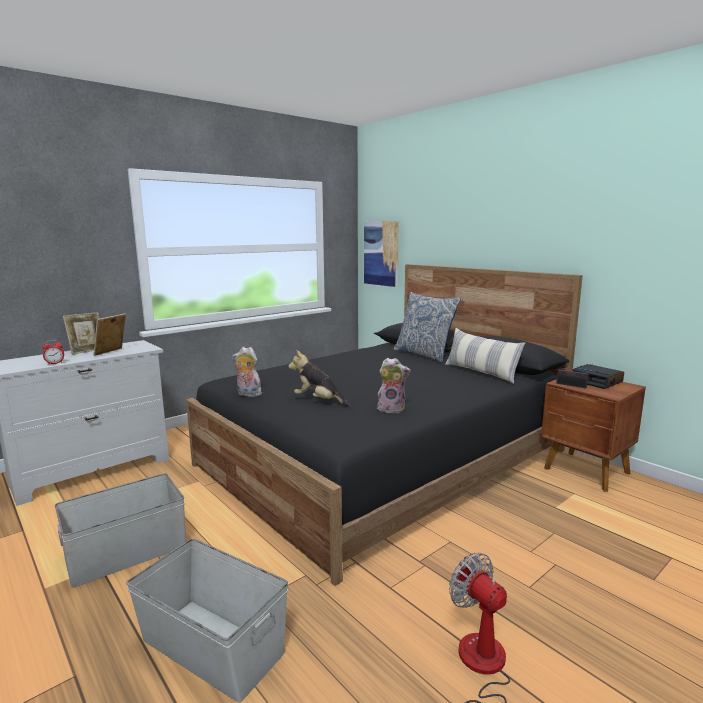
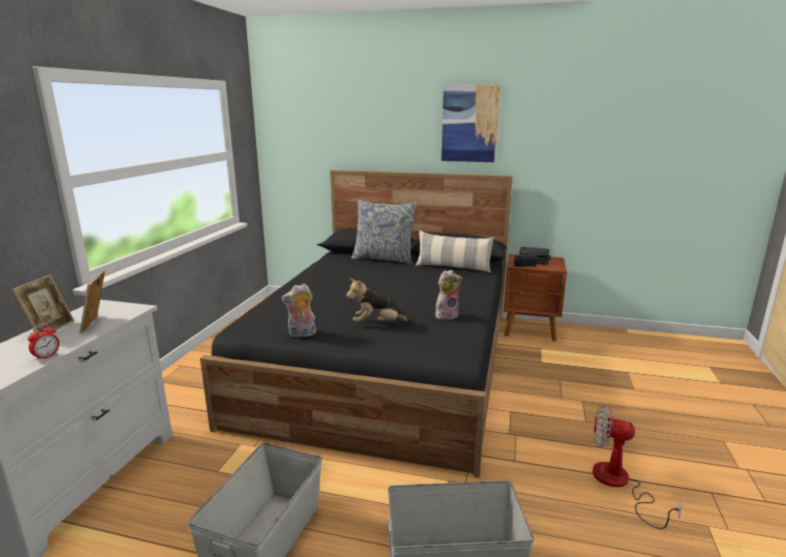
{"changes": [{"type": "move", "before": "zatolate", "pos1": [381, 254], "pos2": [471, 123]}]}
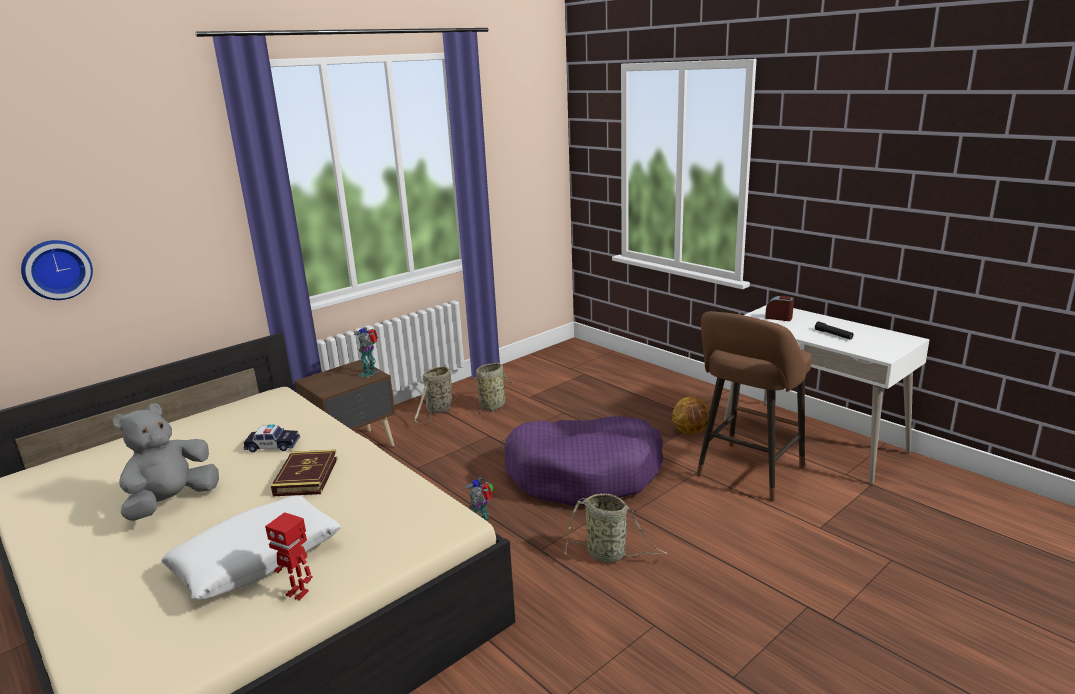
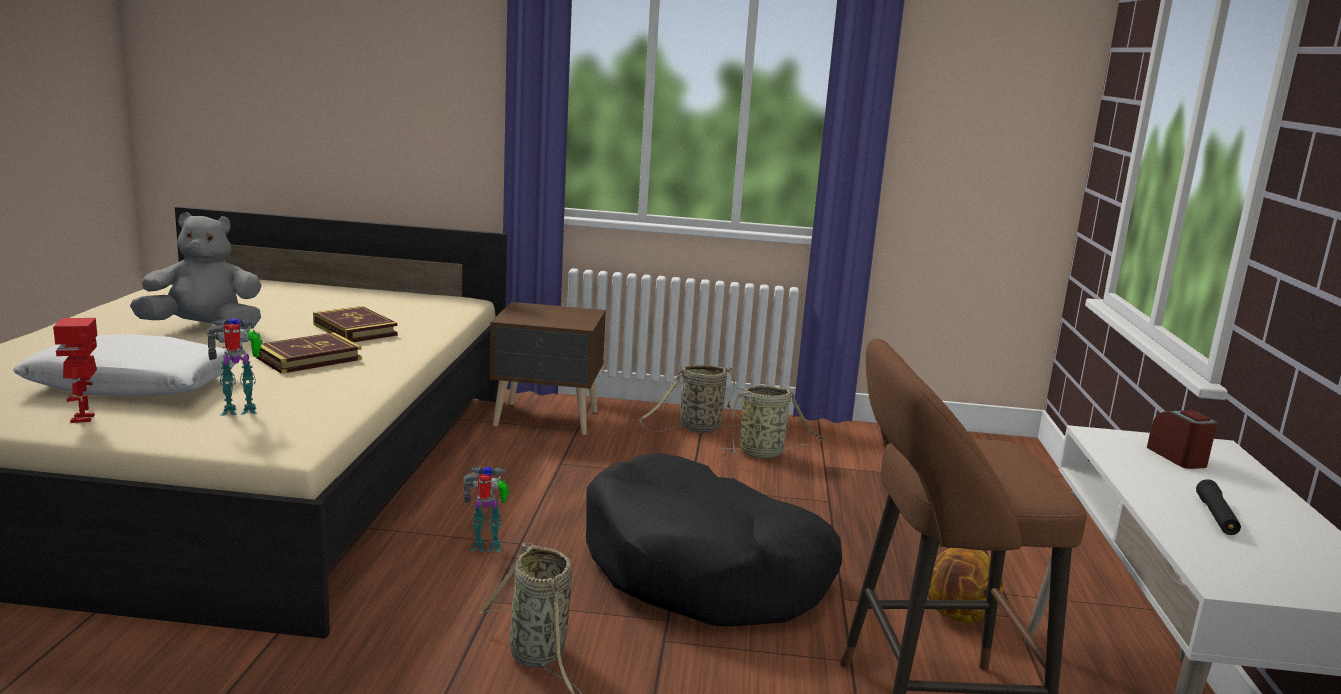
{"changes": [{"type": "delete", "before": "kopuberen", "pos1": [57, 270]}, {"type": "move", "before": "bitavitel", "pos1": [366, 352], "pos2": [234, 367]}, {"type": "replace", "before": "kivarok", "after": "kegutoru", "pos1": [271, 438], "pos2": [355, 324]}, {"type": "recolor", "before": "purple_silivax", "after": "black_silivax", "pos1": [583, 461], "pos2": [714, 539]}]}
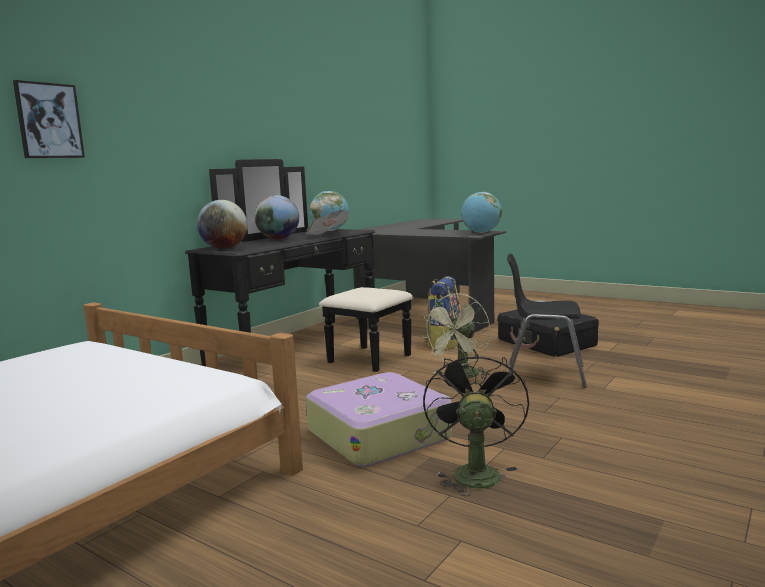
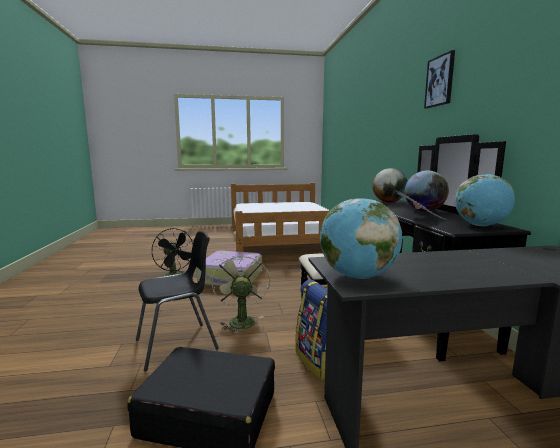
{"changes": [{"type": "move", "before": "zatolate", "pos1": [49, 119], "pos2": [439, 79]}]}
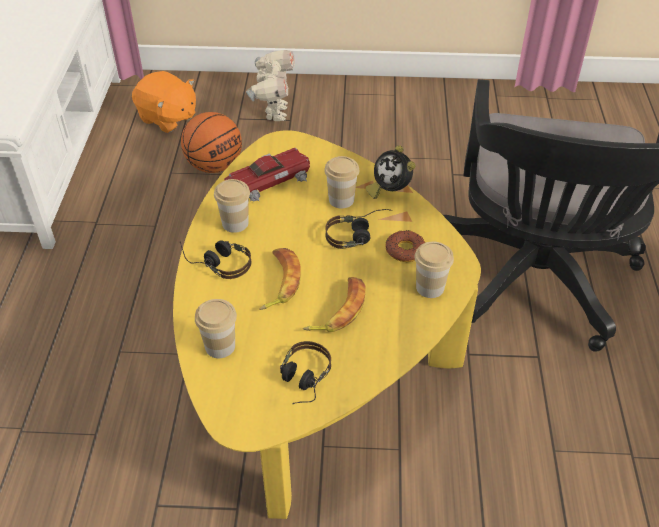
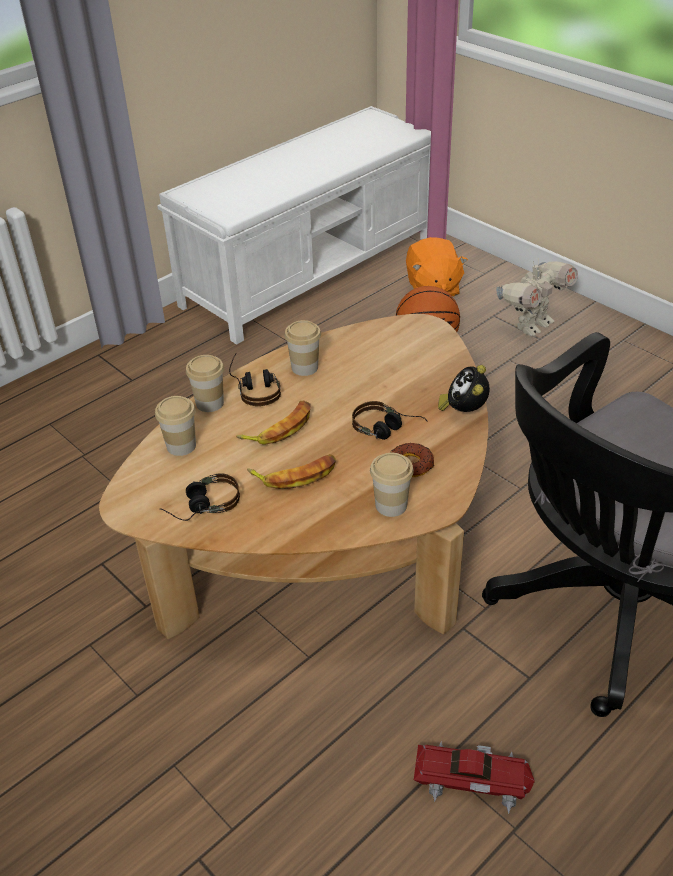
{"changes": [{"type": "move", "before": "kivarok", "pos1": [267, 174], "pos2": [474, 777]}, {"type": "move", "before": "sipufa", "pos1": [341, 182], "pos2": [205, 383]}, {"type": "recolor", "before": "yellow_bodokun", "after": "brown_bodokun", "pos1": [327, 324], "pos2": [293, 476]}]}
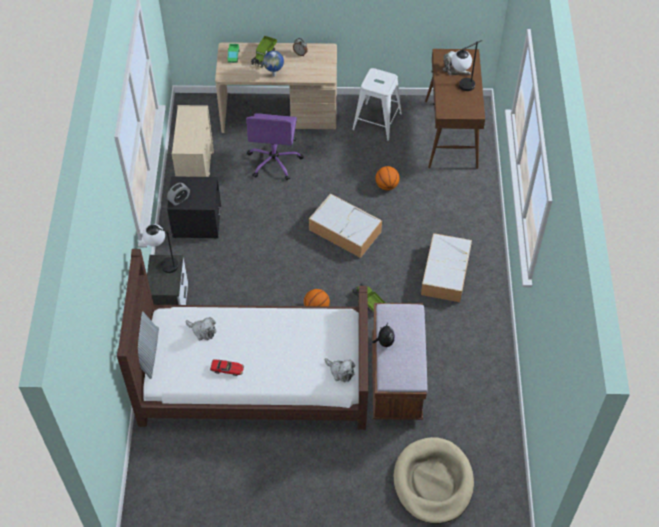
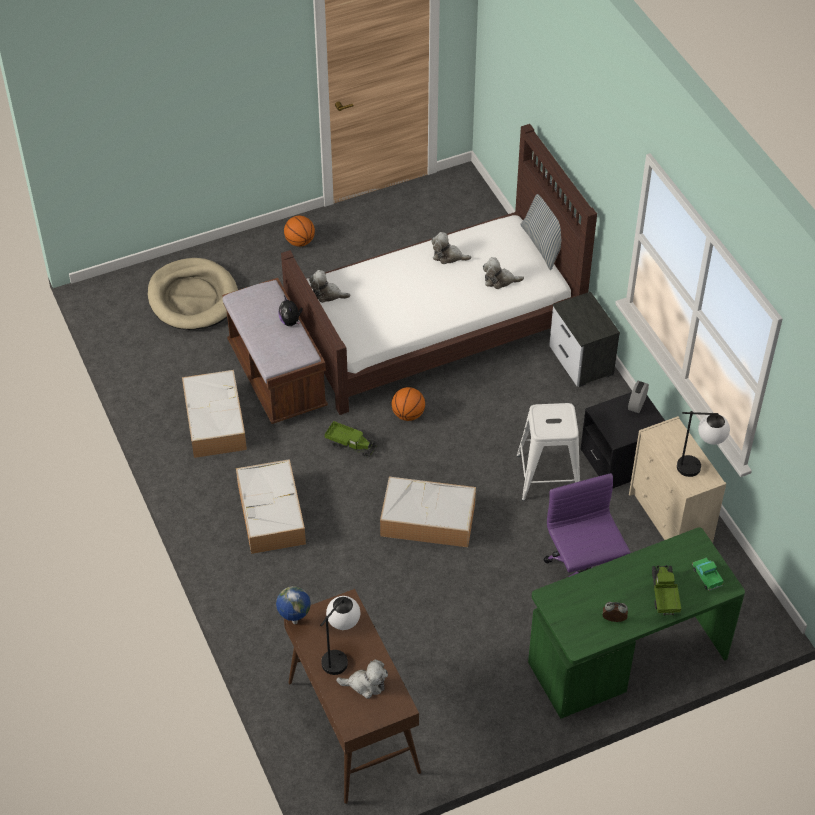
{"changes": [{"type": "insert", "after": "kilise", "pos2": [214, 414]}, {"type": "move", "before": "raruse", "pos1": [160, 248], "pos2": [703, 444]}, {"type": "move", "before": "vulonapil", "pos1": [273, 64], "pos2": [293, 605]}, {"type": "move", "before": "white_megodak", "pos1": [377, 104], "pos2": [548, 452]}, {"type": "move", "before": "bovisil", "pos1": [387, 178], "pos2": [299, 231]}, {"type": "replace", "before": "kivarok", "after": "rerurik", "pos1": [227, 367], "pos2": [451, 248]}, {"type": "recolor", "before": "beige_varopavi", "after": "green_varopavi", "pos1": [276, 87], "pos2": [636, 623]}]}
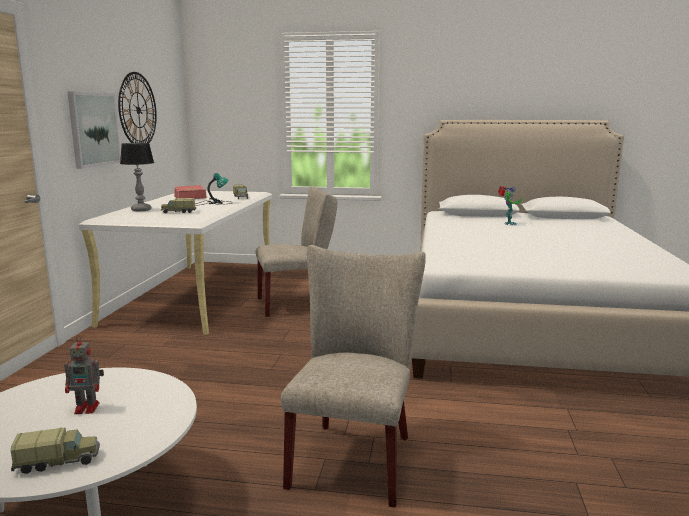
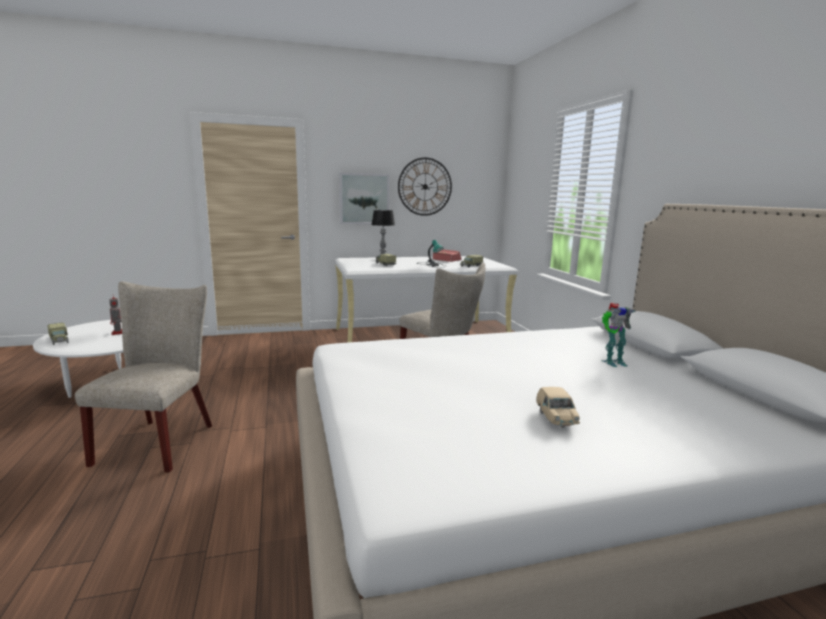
{"changes": [{"type": "insert", "after": "beige_kivarok", "pos2": [558, 407]}, {"type": "rotate", "before": "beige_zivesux", "pos1": [353, 376], "pos2": [143, 377], "turn": -75}]}
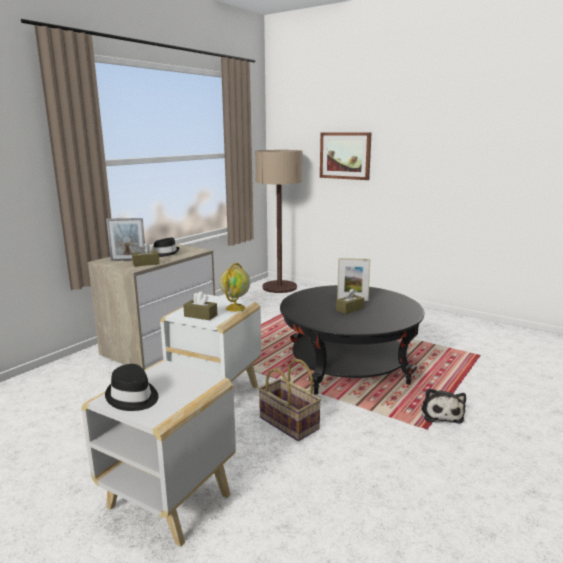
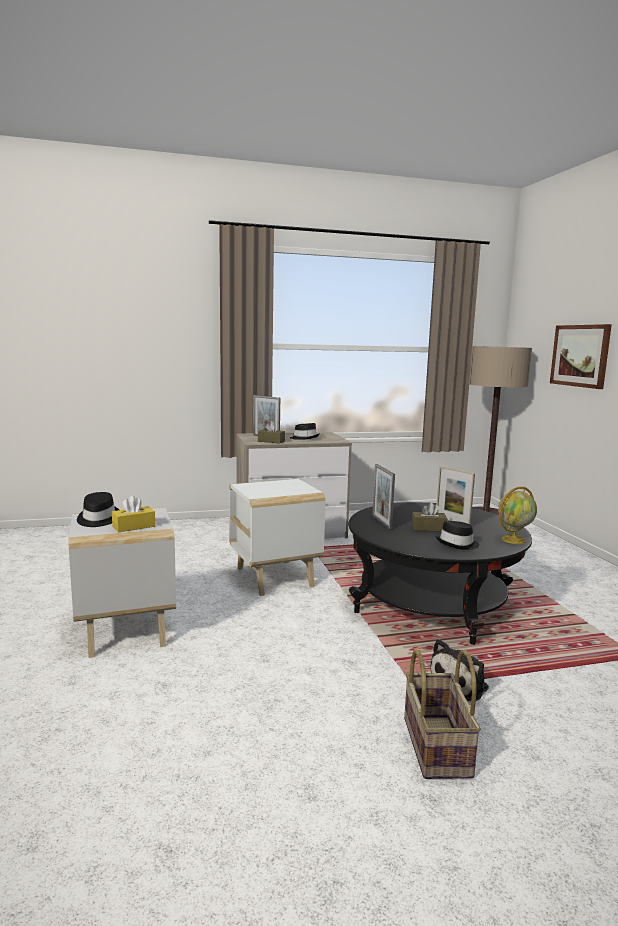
{"changes": [{"type": "delete", "before": "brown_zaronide", "pos1": [200, 306]}, {"type": "insert", "after": "yellow_zaronide", "pos2": [133, 514]}, {"type": "insert", "after": "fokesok", "pos2": [383, 496]}, {"type": "insert", "after": "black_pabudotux", "pos2": [457, 535]}, {"type": "move", "before": "vulonapil", "pos1": [235, 287], "pos2": [517, 515]}, {"type": "move", "before": "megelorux", "pos1": [289, 400], "pos2": [442, 714]}]}
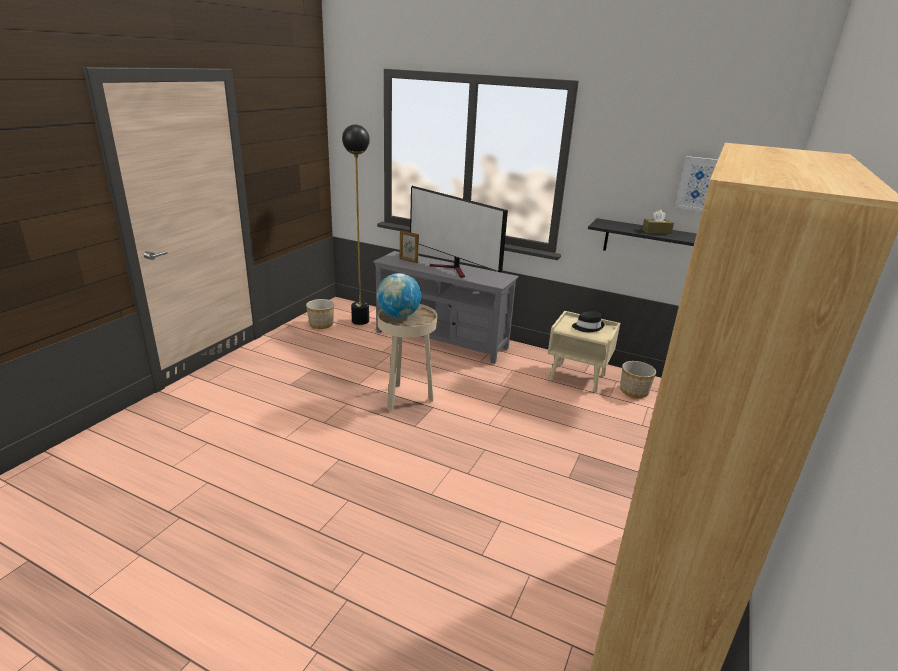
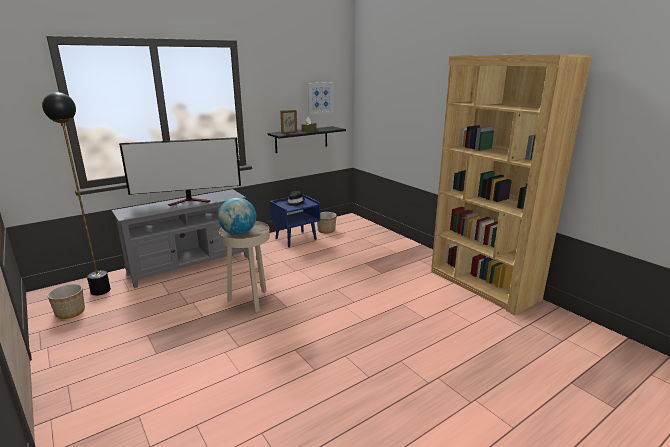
{"changes": [{"type": "move", "before": "fokesok", "pos1": [409, 246], "pos2": [288, 122]}, {"type": "recolor", "before": "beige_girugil", "after": "blue_girugil", "pos1": [584, 352], "pos2": [295, 220]}]}
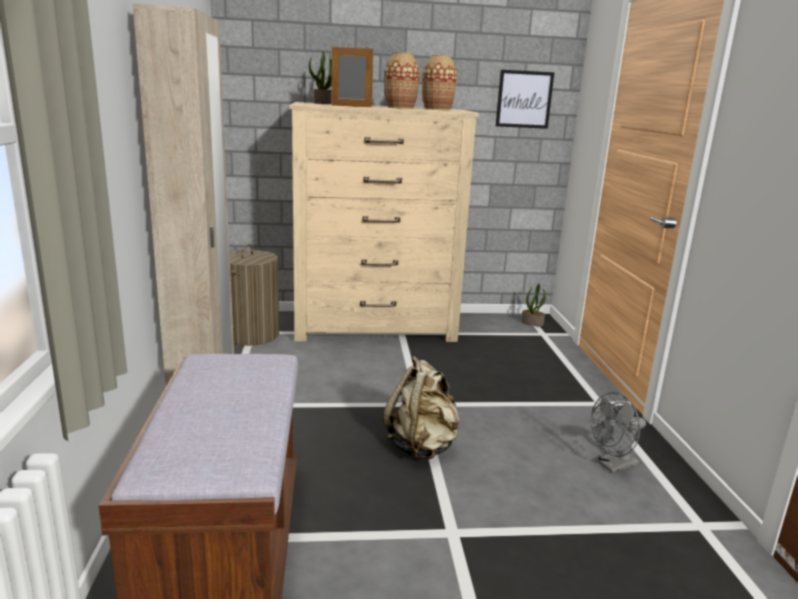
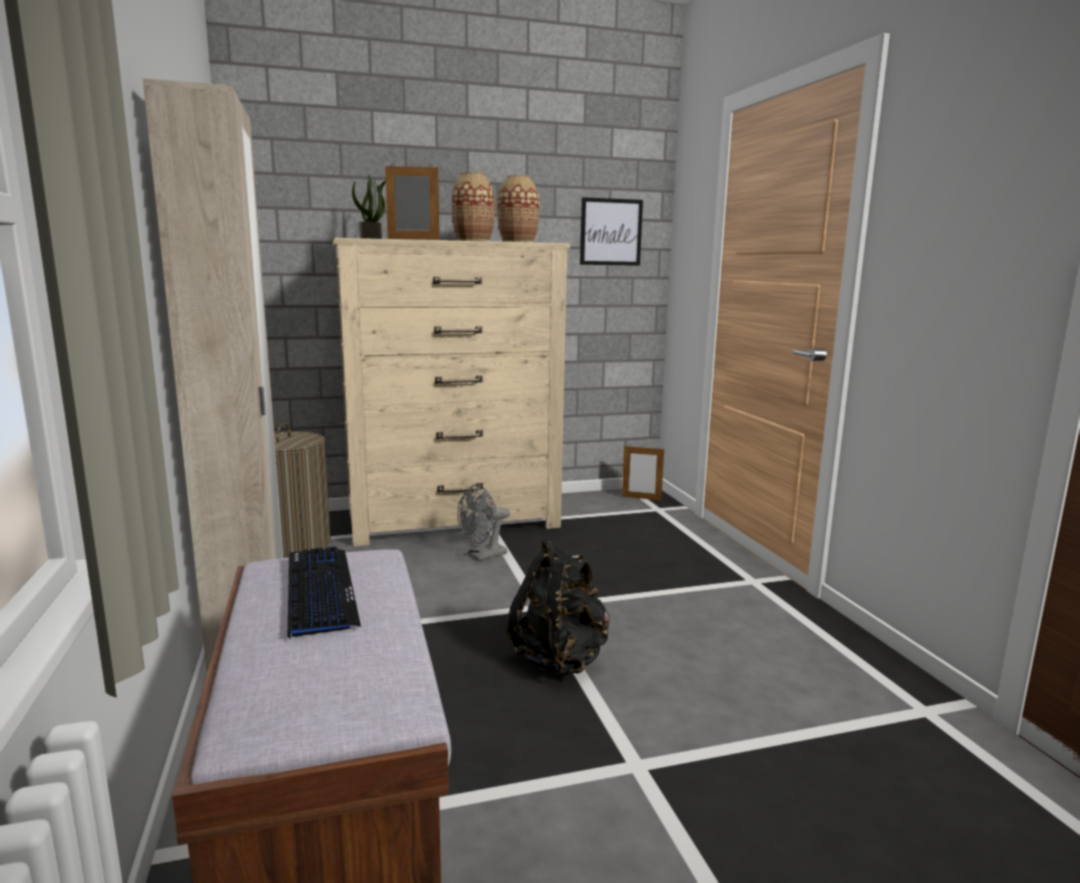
{"changes": [{"type": "insert", "after": "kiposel", "pos2": [324, 592]}, {"type": "move", "before": "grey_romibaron", "pos1": [618, 432], "pos2": [483, 522]}, {"type": "replace", "before": "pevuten", "after": "fokesok", "pos1": [533, 304], "pos2": [643, 473]}, {"type": "recolor", "before": "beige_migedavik", "after": "black_migedavik", "pos1": [421, 407], "pos2": [558, 606]}]}
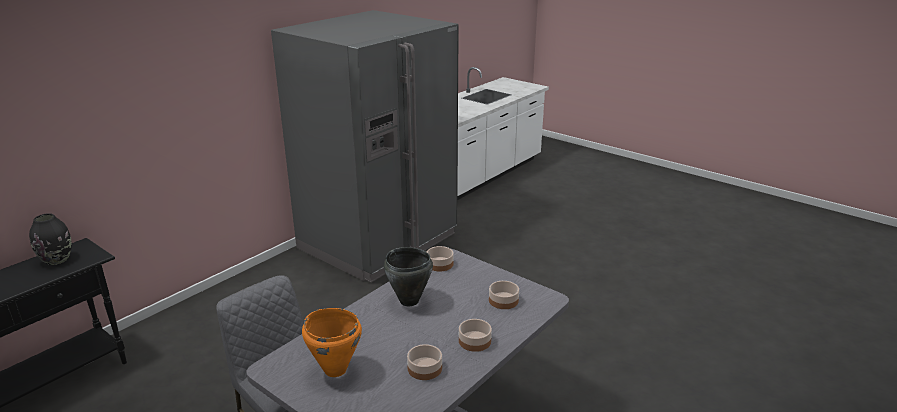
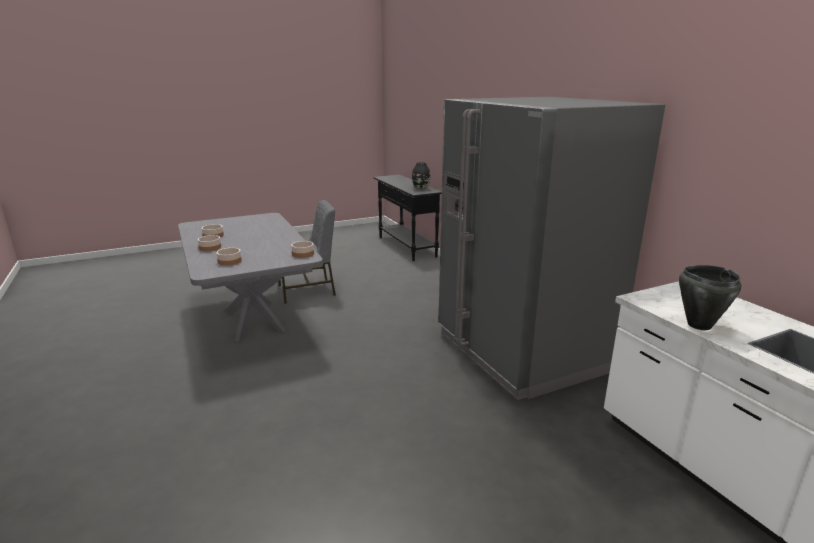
{"changes": [{"type": "delete", "before": "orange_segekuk", "pos1": [332, 342]}, {"type": "move", "before": "black_segekuk", "pos1": [408, 276], "pos2": [710, 297]}]}
